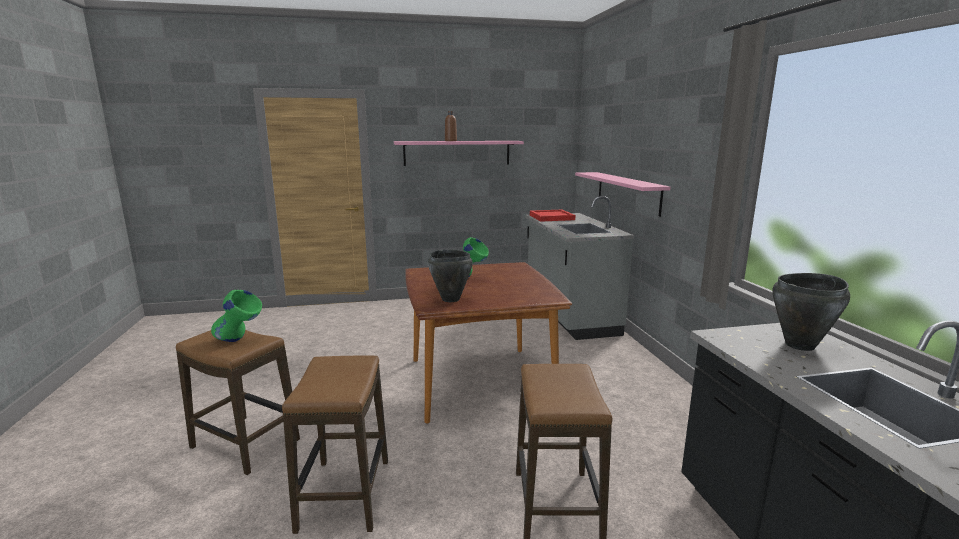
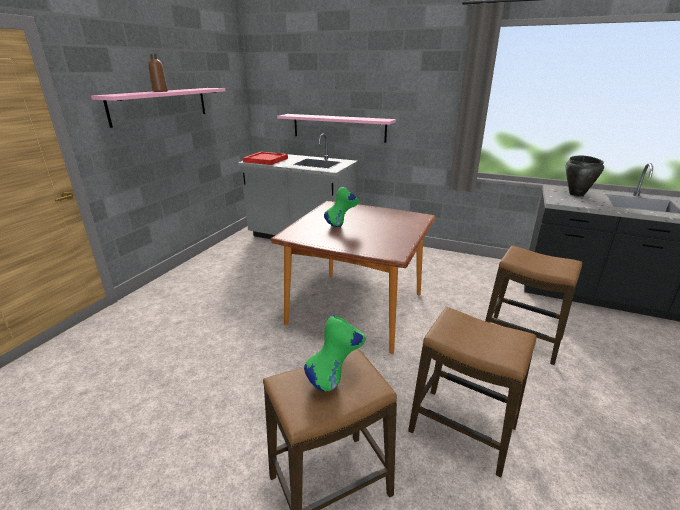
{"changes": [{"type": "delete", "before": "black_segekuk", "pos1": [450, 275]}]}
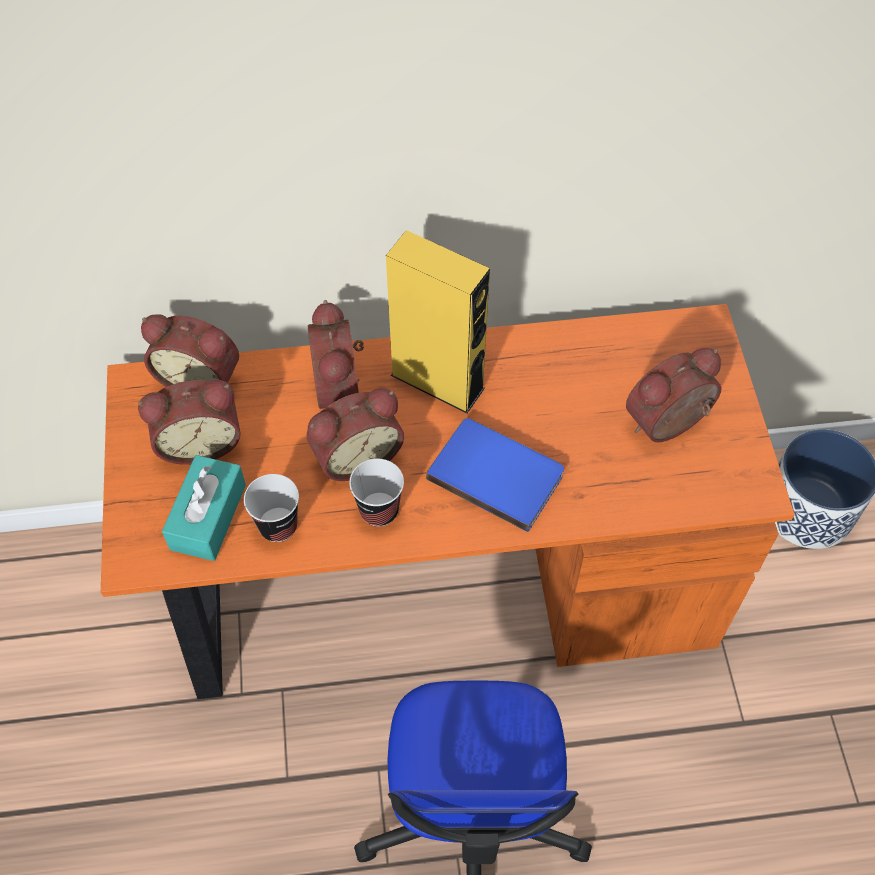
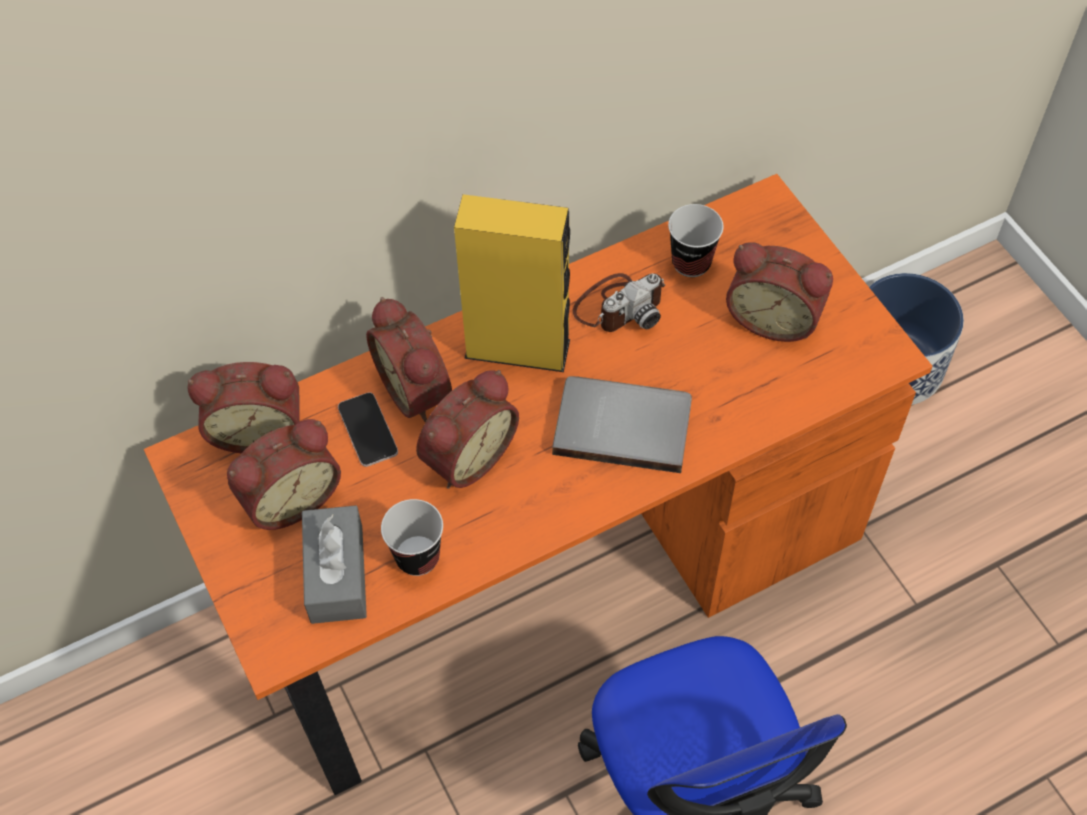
{"changes": [{"type": "insert", "after": "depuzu", "pos2": [368, 429]}, {"type": "insert", "after": "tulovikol", "pos2": [619, 302]}, {"type": "move", "before": "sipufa", "pos1": [376, 493], "pos2": [696, 240]}, {"type": "recolor", "before": "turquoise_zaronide", "after": "grey_zaronide", "pos1": [204, 508], "pos2": [334, 564]}, {"type": "recolor", "before": "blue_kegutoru", "after": "grey_kegutoru", "pos1": [495, 475], "pos2": [622, 424]}, {"type": "rotate", "before": "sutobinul", "pos1": [674, 395], "pos2": [779, 292], "turn": -105}]}
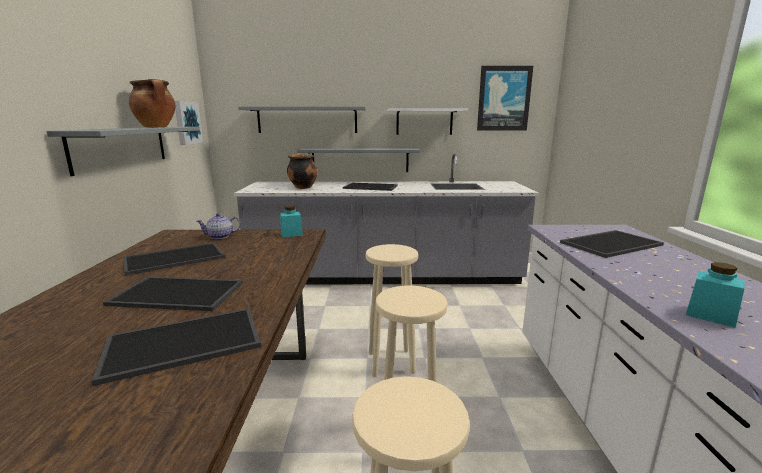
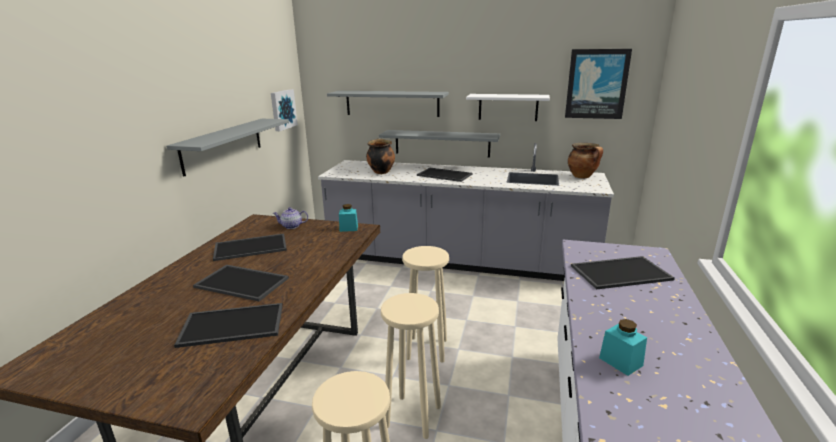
{"changes": [{"type": "move", "before": "segekuk", "pos1": [152, 103], "pos2": [585, 160]}]}
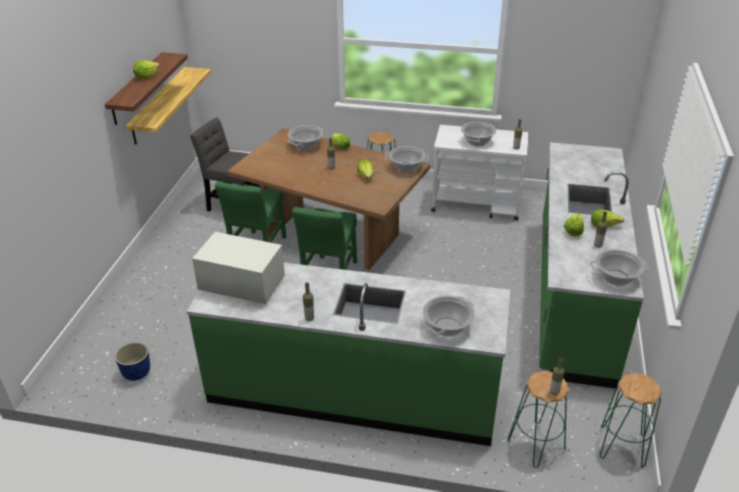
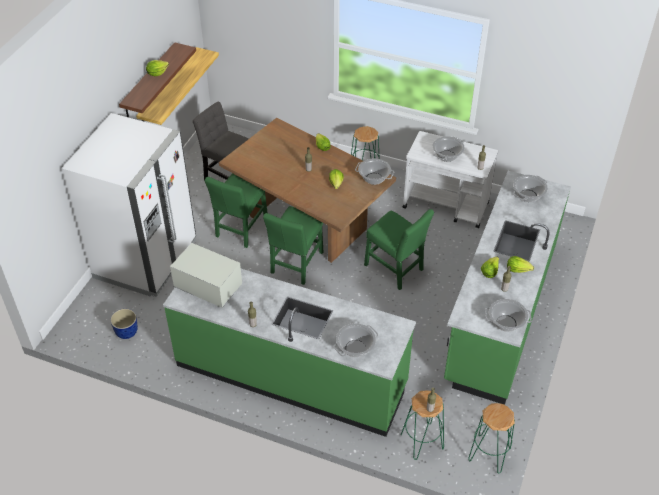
{"changes": [{"type": "insert", "after": "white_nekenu", "pos2": [129, 205]}, {"type": "insert", "after": "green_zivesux", "pos2": [399, 249]}, {"type": "move", "before": "segekuk", "pos1": [305, 137], "pos2": [530, 188]}]}
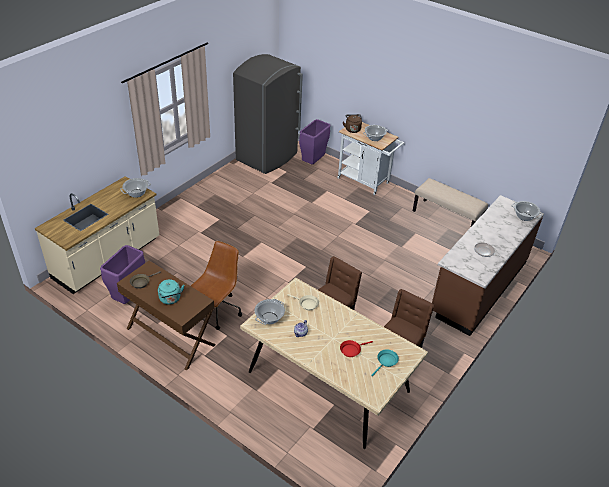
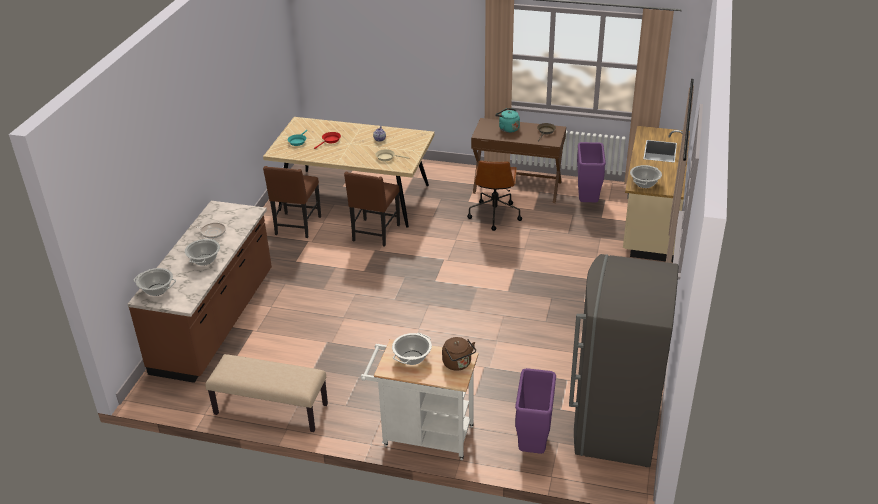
{"changes": [{"type": "move", "before": "segekuk", "pos1": [269, 312], "pos2": [202, 252]}]}
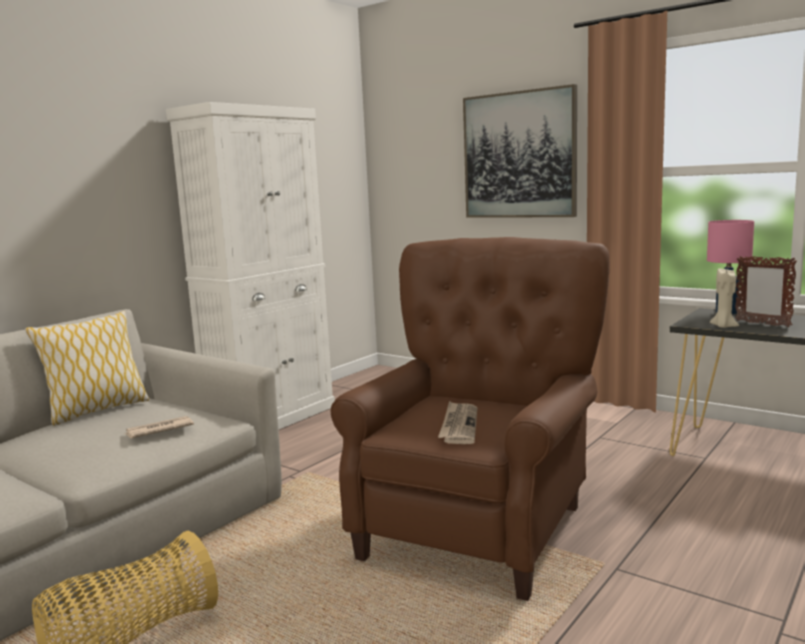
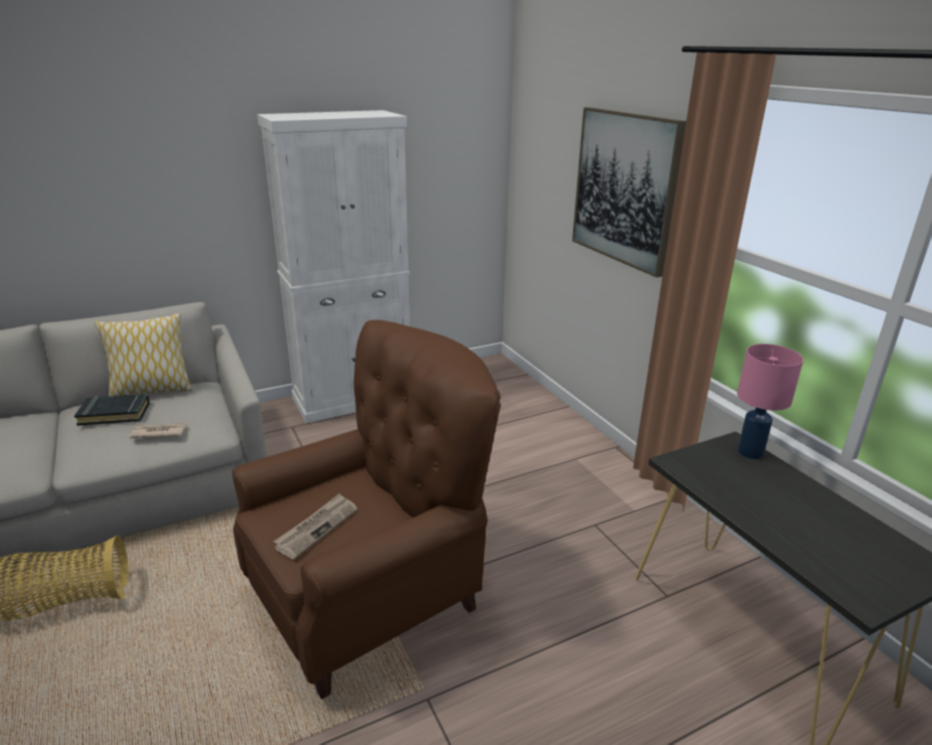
{"changes": [{"type": "delete", "before": "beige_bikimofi", "pos1": [724, 298]}, {"type": "delete", "before": "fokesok", "pos1": [766, 291]}, {"type": "insert", "after": "black_kegutoru", "pos2": [112, 410]}]}
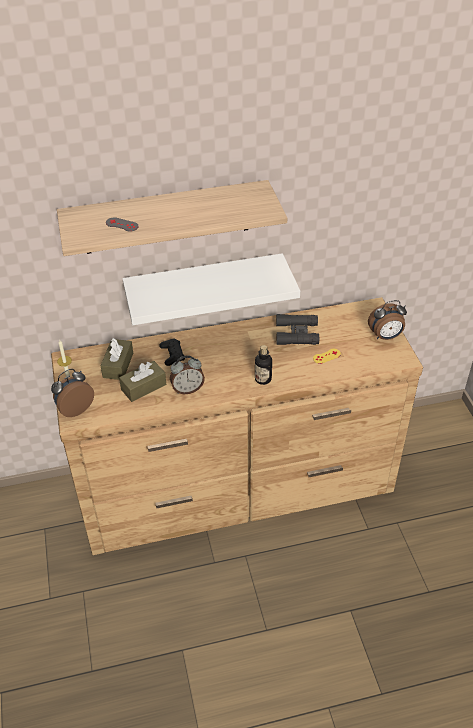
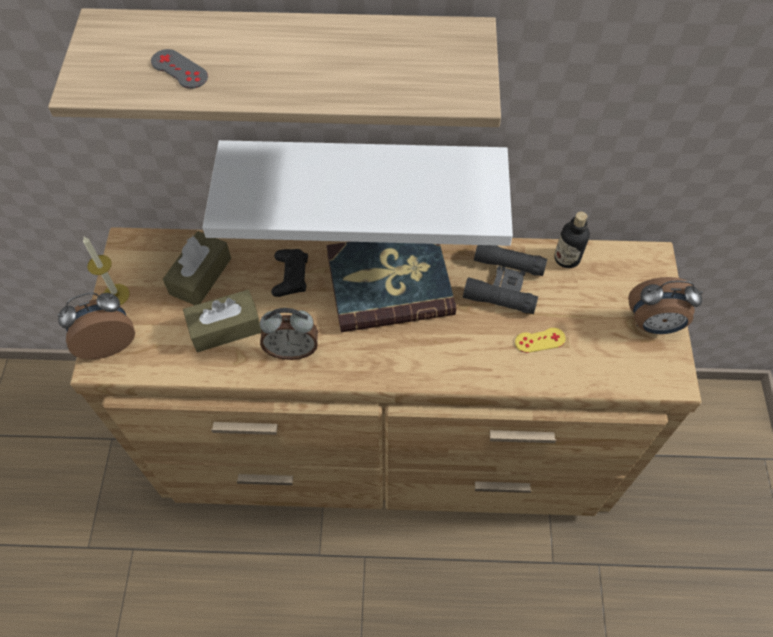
{"changes": [{"type": "insert", "after": "kegutoru", "pos2": [391, 287]}, {"type": "move", "before": "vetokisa", "pos1": [263, 365], "pos2": [572, 240]}]}
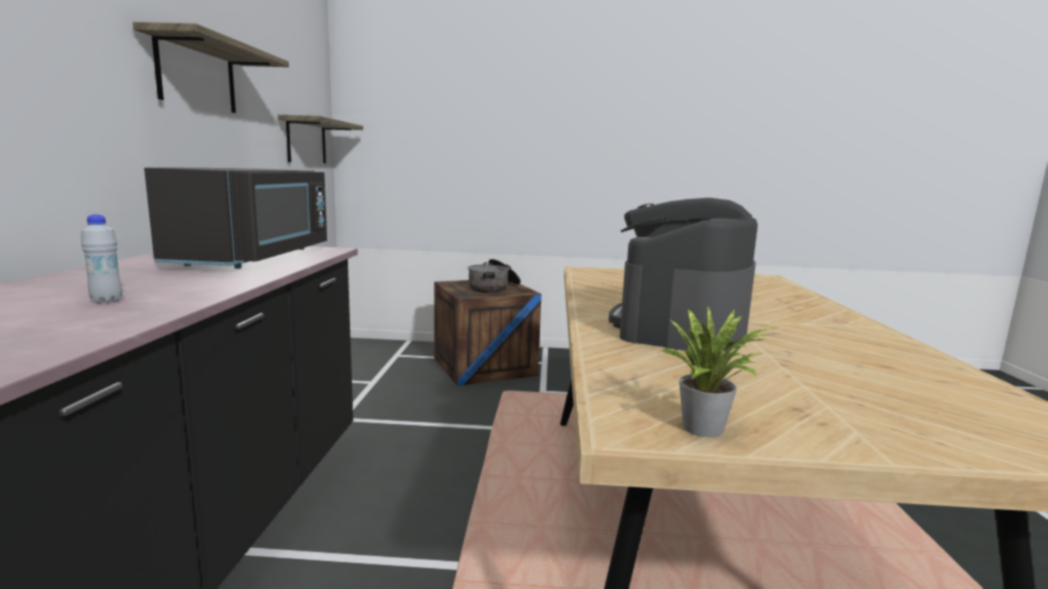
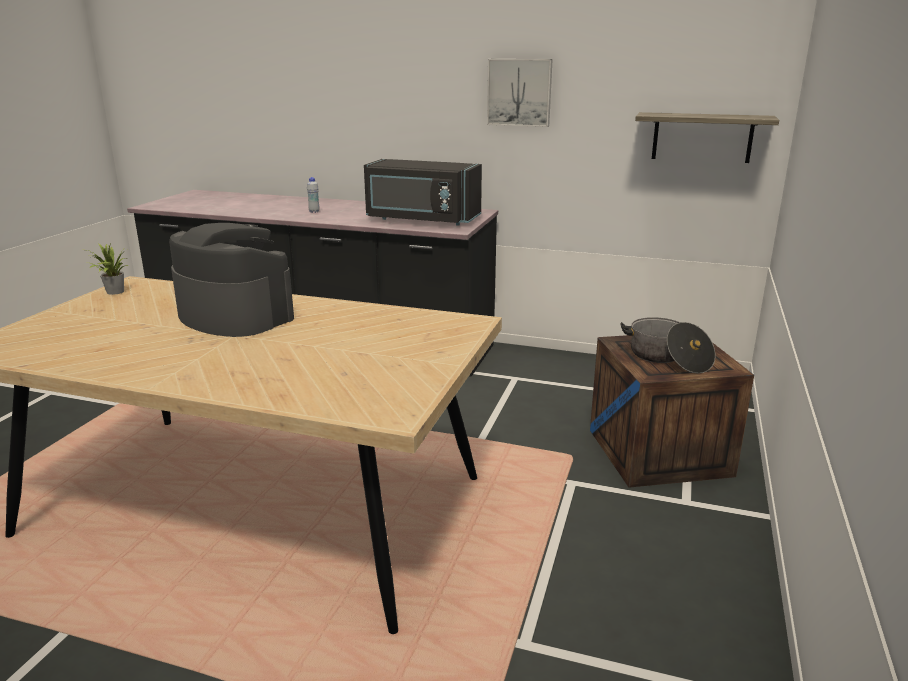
{"changes": [{"type": "replace", "before": "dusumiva", "after": "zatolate", "pos1": [211, 67], "pos2": [520, 93]}]}
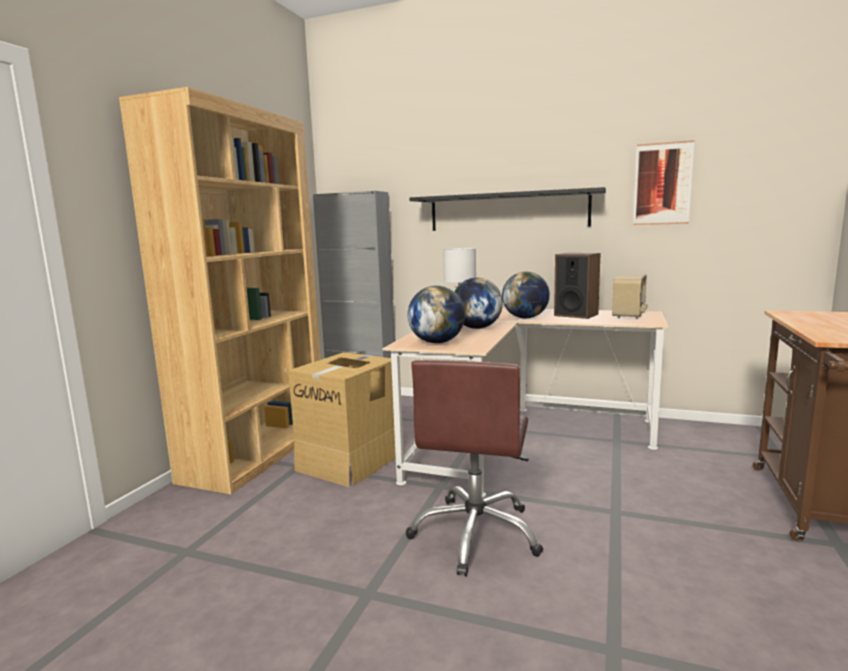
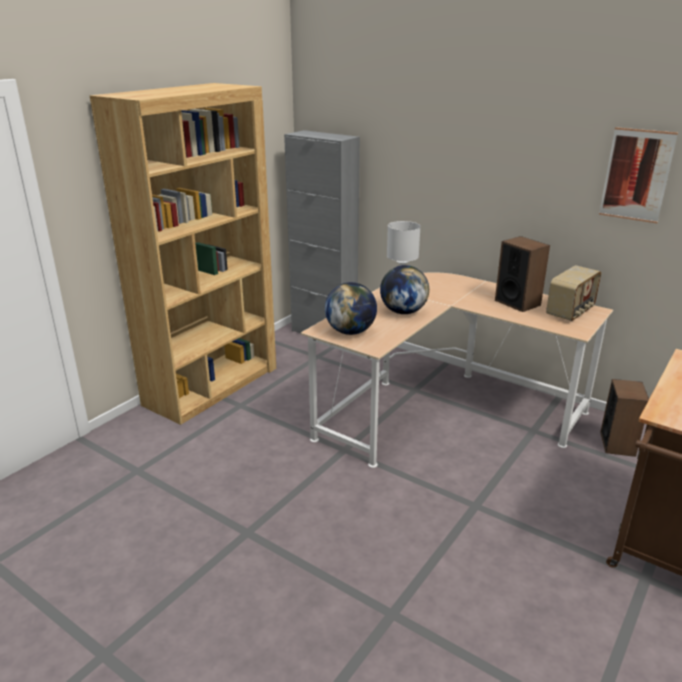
{"changes": [{"type": "delete", "before": "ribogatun", "pos1": [342, 419]}, {"type": "delete", "before": "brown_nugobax", "pos1": [474, 468]}, {"type": "delete", "before": "black_dusumiva", "pos1": [507, 209]}, {"type": "delete", "before": "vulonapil", "pos1": [526, 295]}, {"type": "insert", "after": "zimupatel", "pos2": [624, 418]}]}
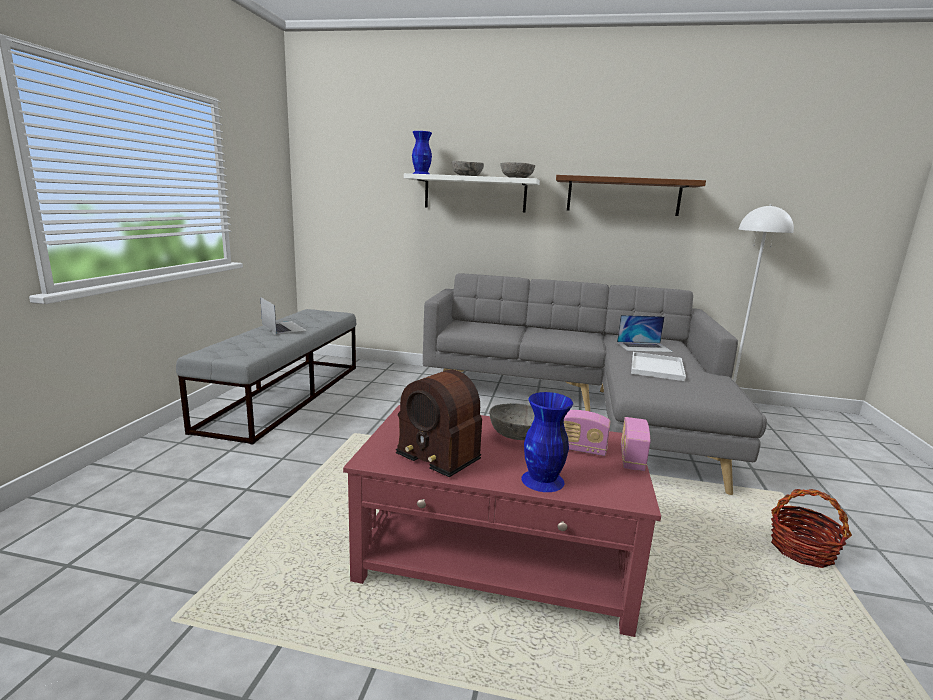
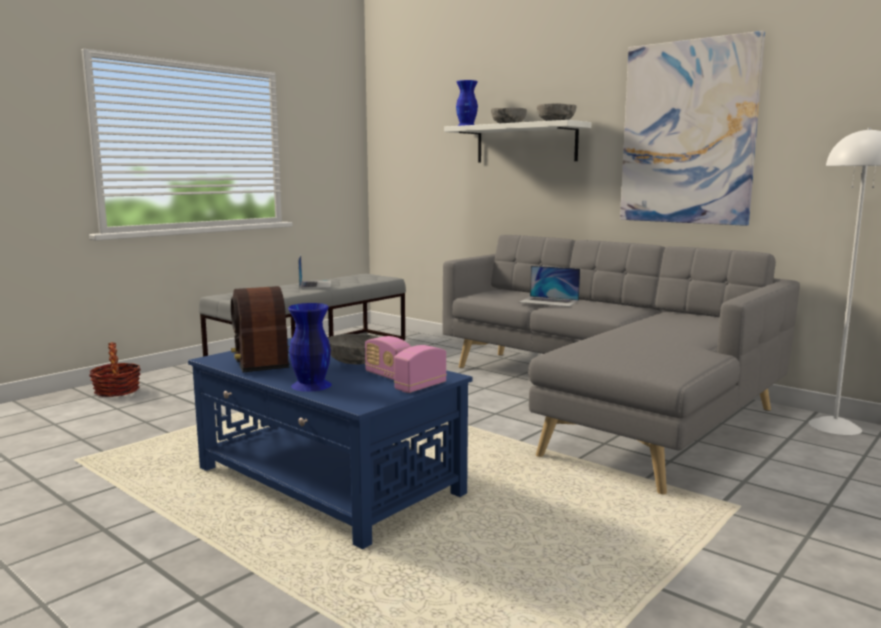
{"changes": [{"type": "delete", "before": "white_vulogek", "pos1": [658, 366]}, {"type": "move", "before": "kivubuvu", "pos1": [645, 333], "pos2": [549, 286]}, {"type": "move", "before": "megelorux", "pos1": [811, 528], "pos2": [115, 369]}, {"type": "replace", "before": "brown_dusumiva", "after": "zatolate", "pos1": [631, 195], "pos2": [692, 128]}, {"type": "recolor", "before": "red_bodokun", "after": "blue_bodokun", "pos1": [502, 521], "pos2": [330, 443]}]}
